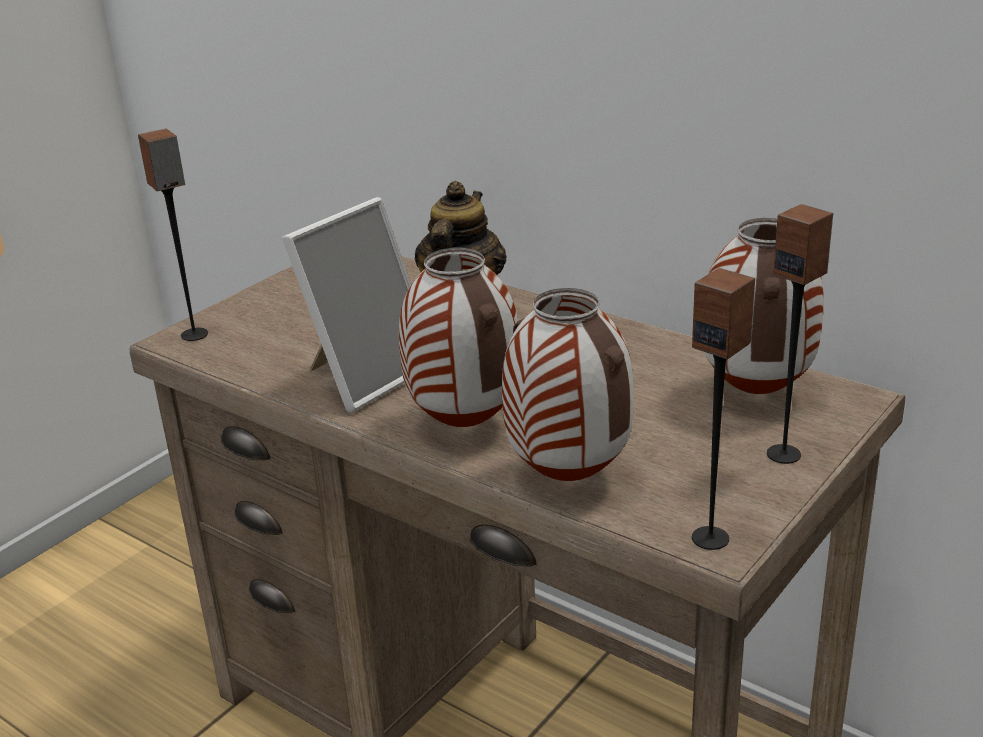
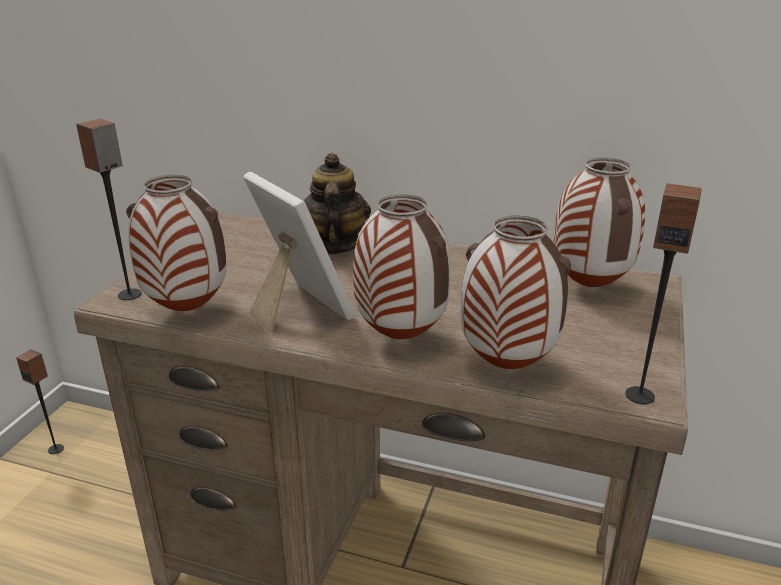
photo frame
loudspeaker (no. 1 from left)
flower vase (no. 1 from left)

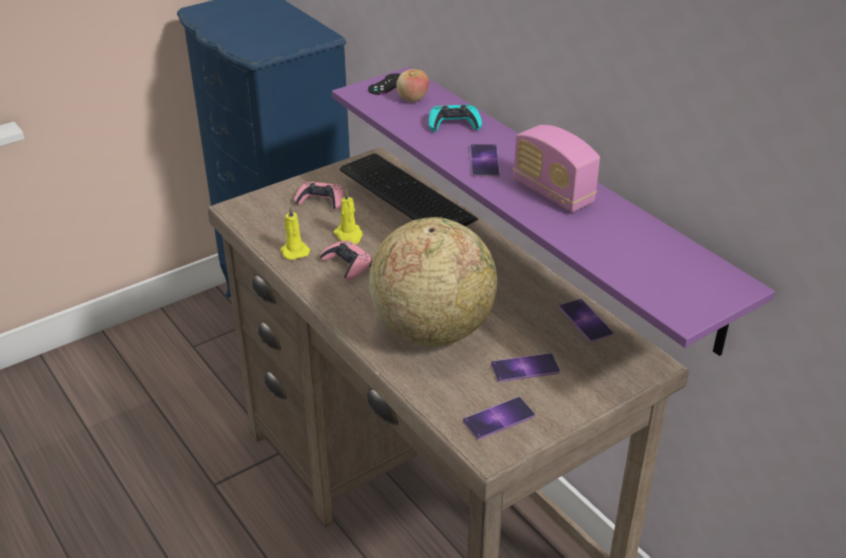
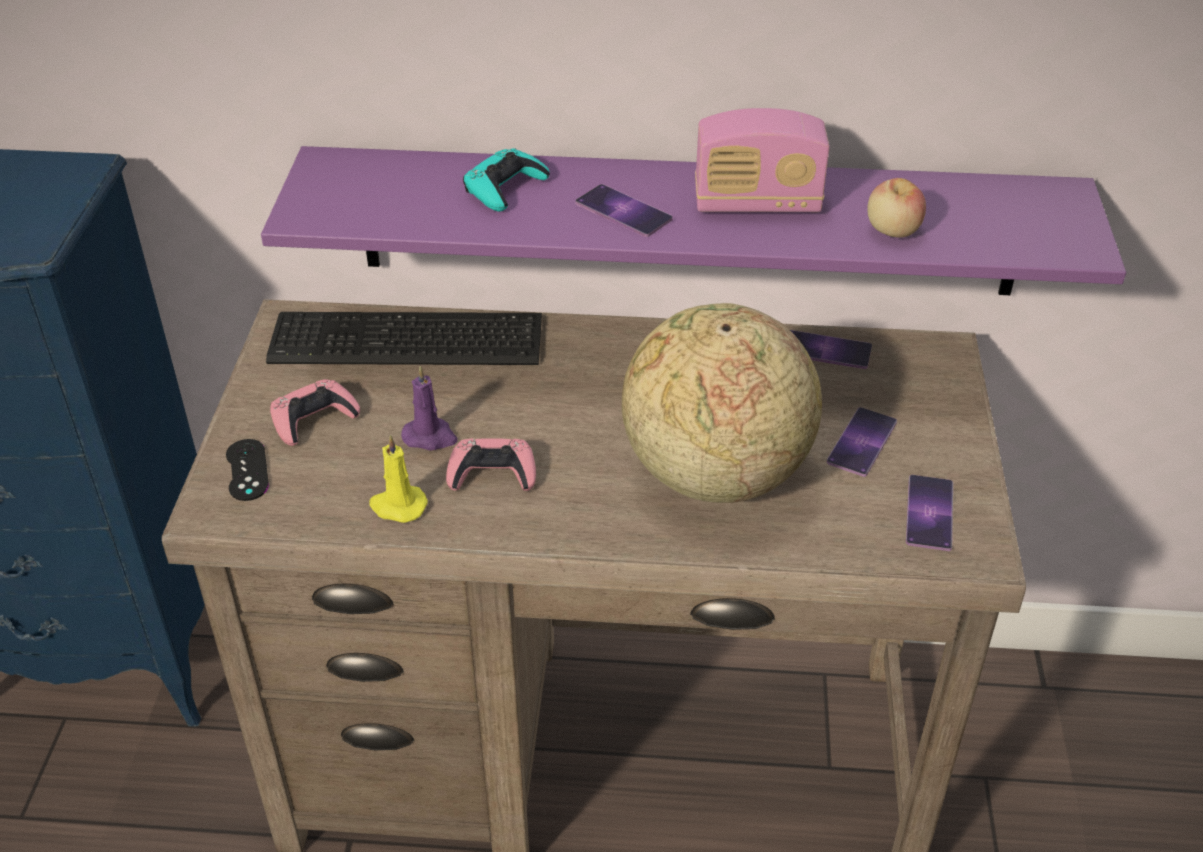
apple
game controller/blackish
candle/purplish

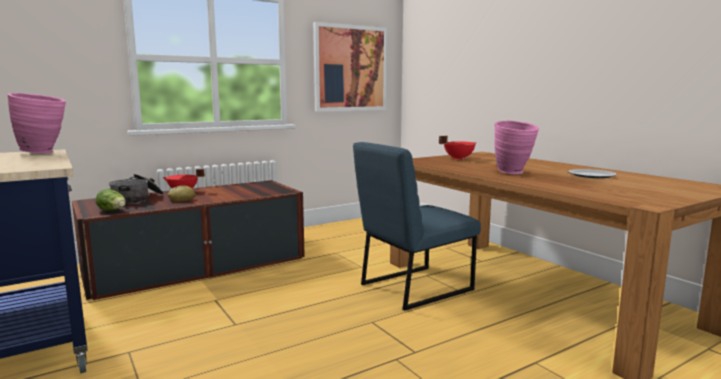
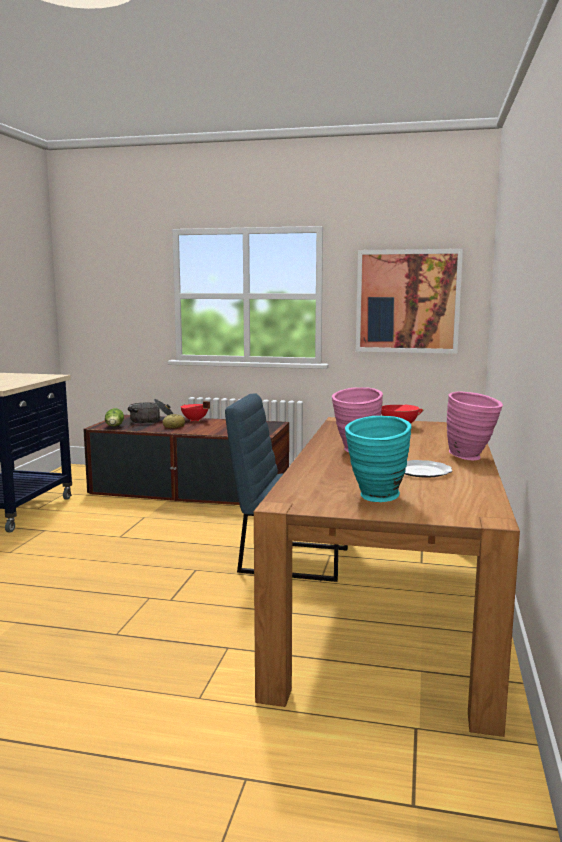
flower vase/pinkish (no. 2 from left)
flower vase/turquoise-coloured

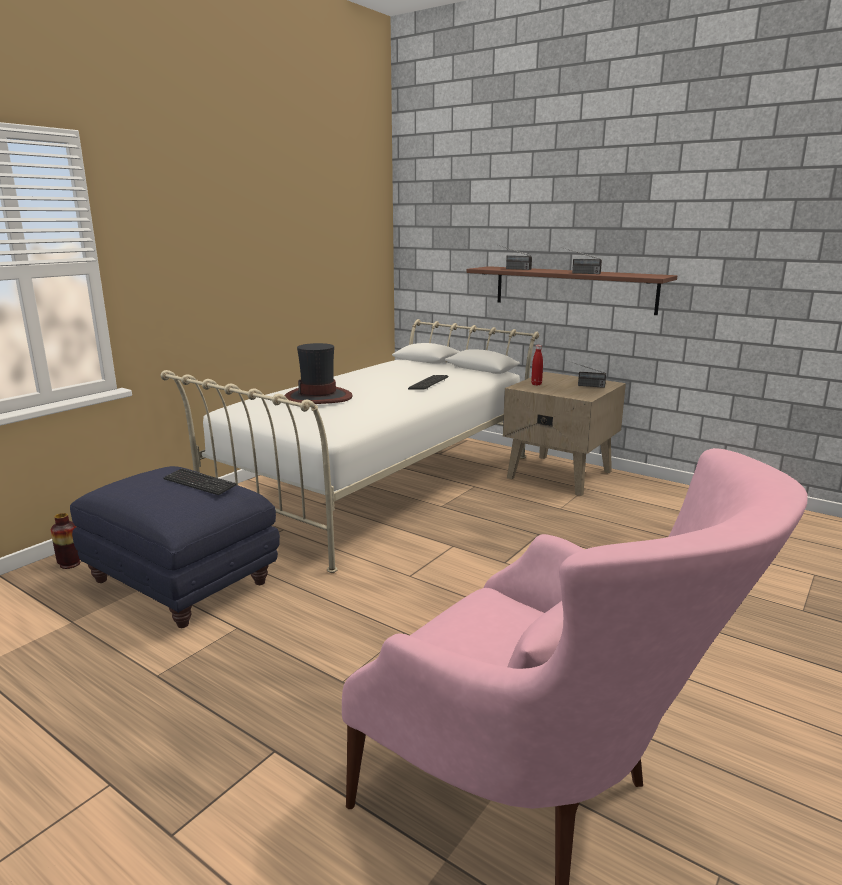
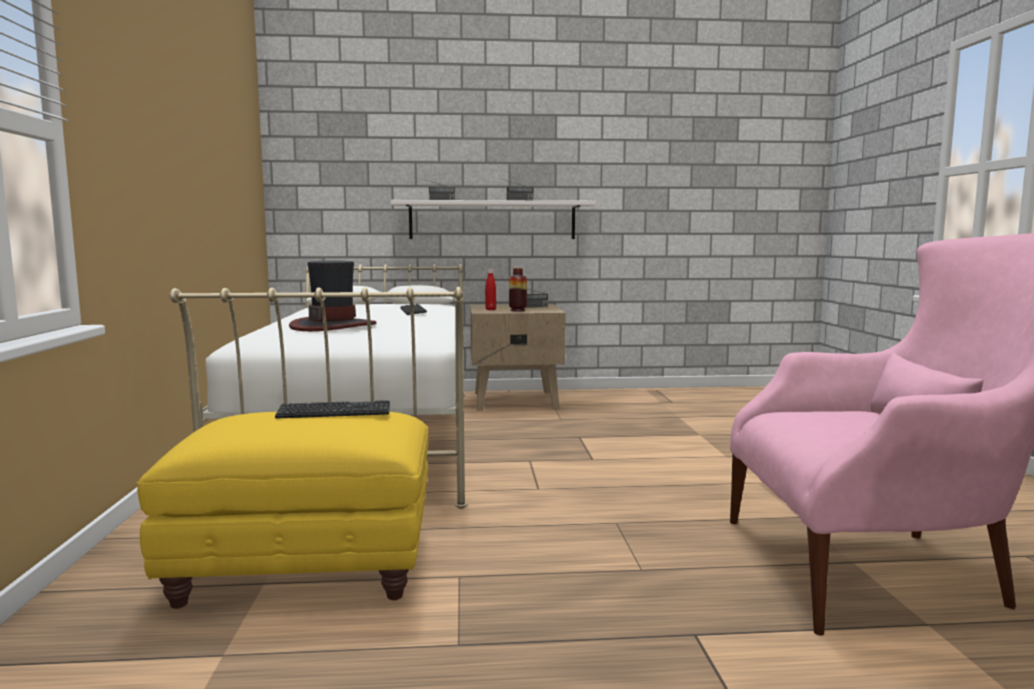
bracket shelf/white
footrest/yellow-coloured
flower vase

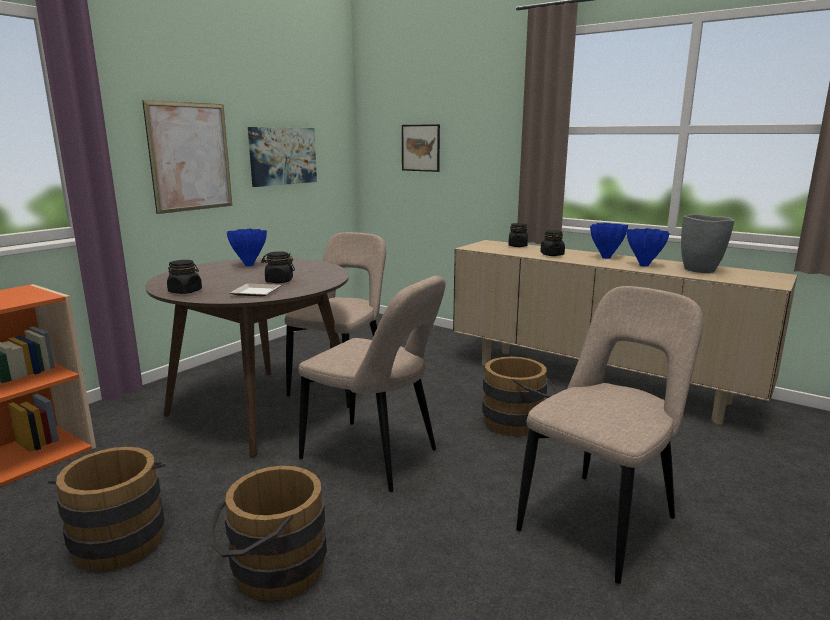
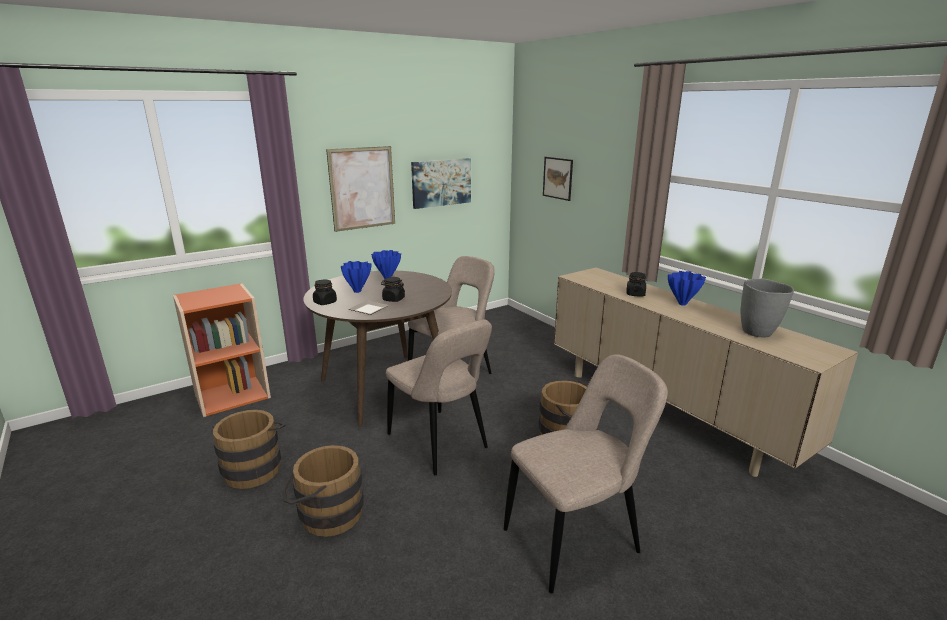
storage jar/blackish (no. 3 from left in the first image)
flower vase/blue (no. 1 from left)

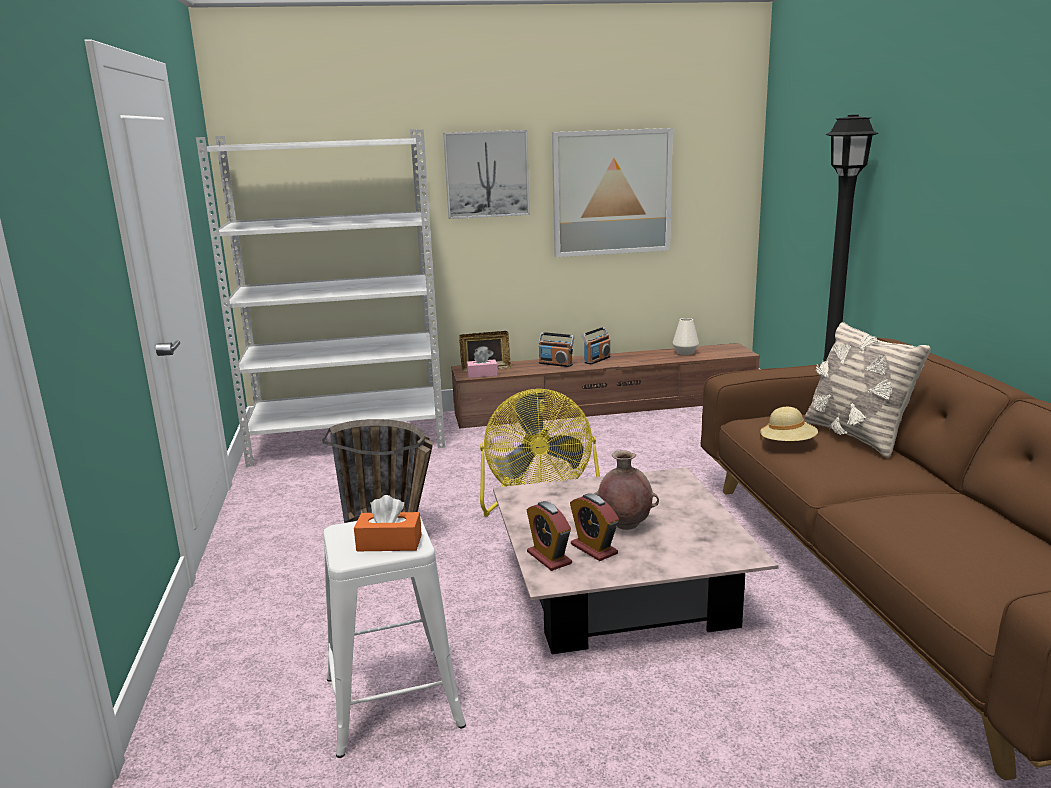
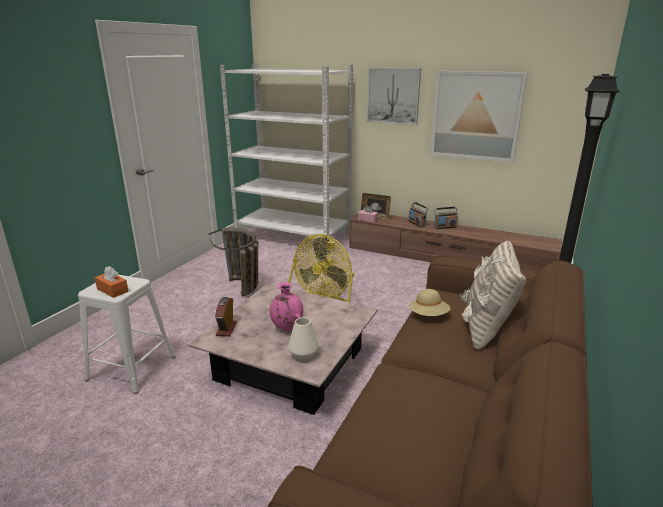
flower vase/white
flower vase/pinkish
alarm clock (no. 2 from left in the first image)

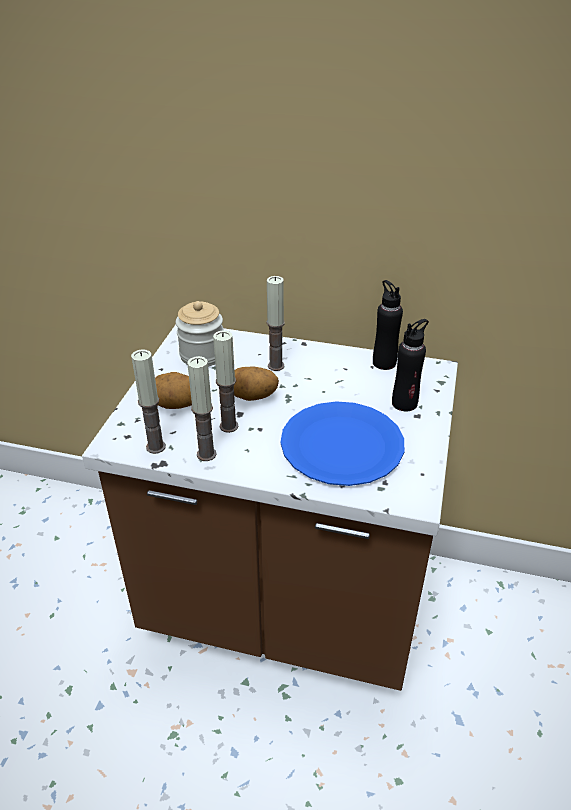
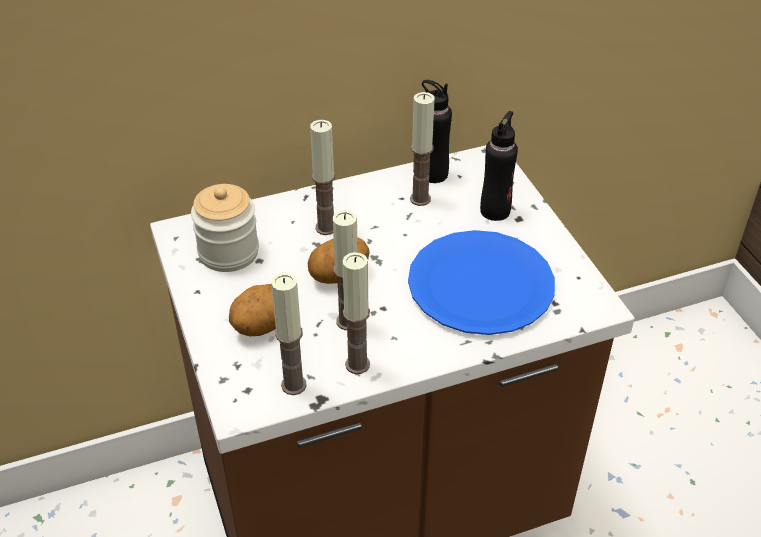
candle (no. 5 from left)

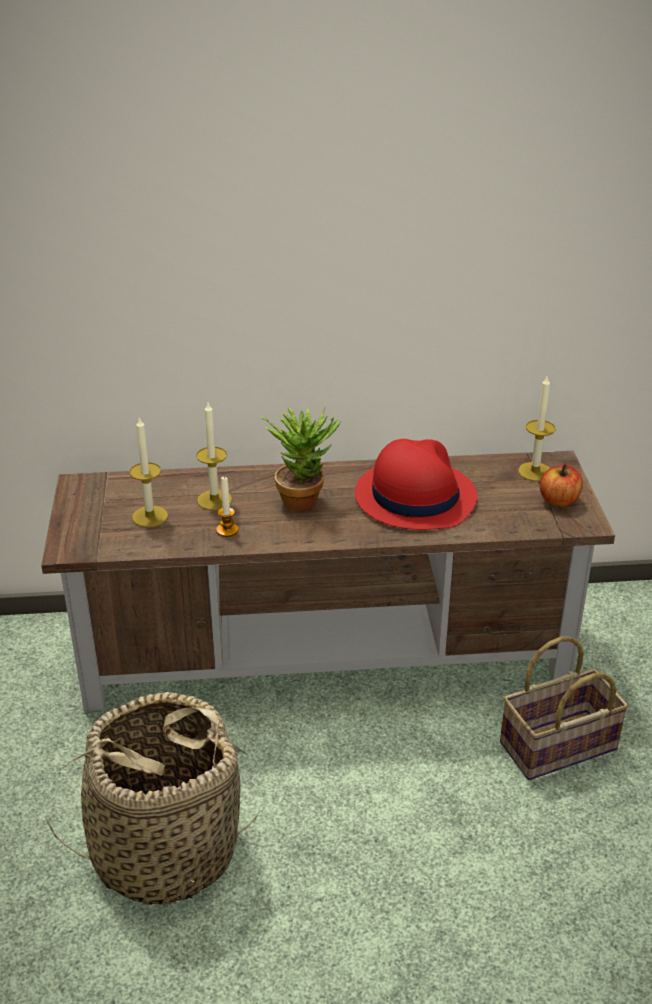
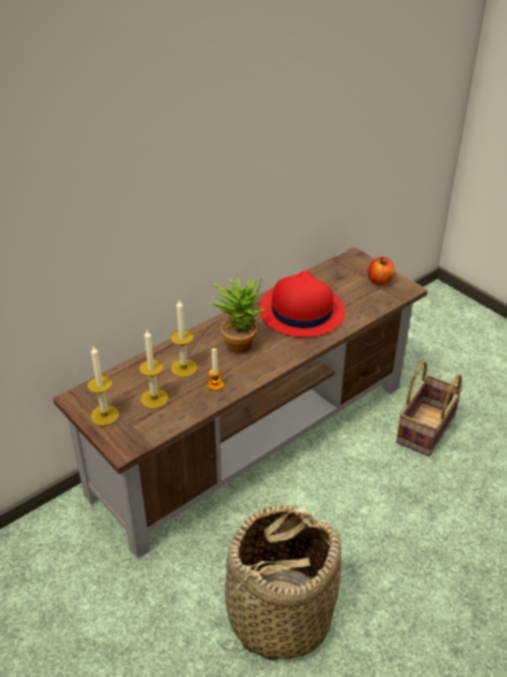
candle (no. 1 from left)

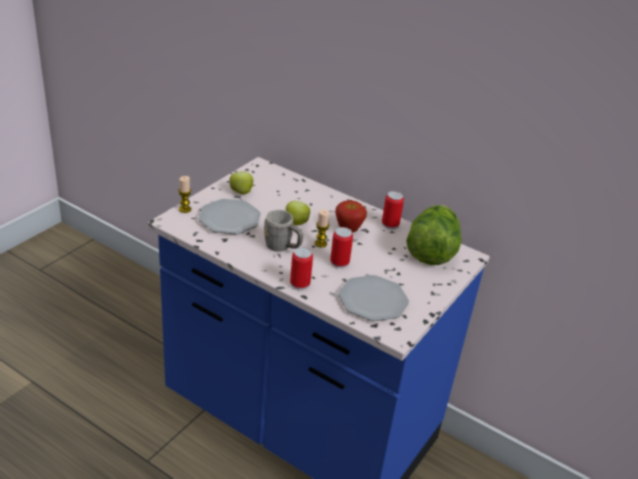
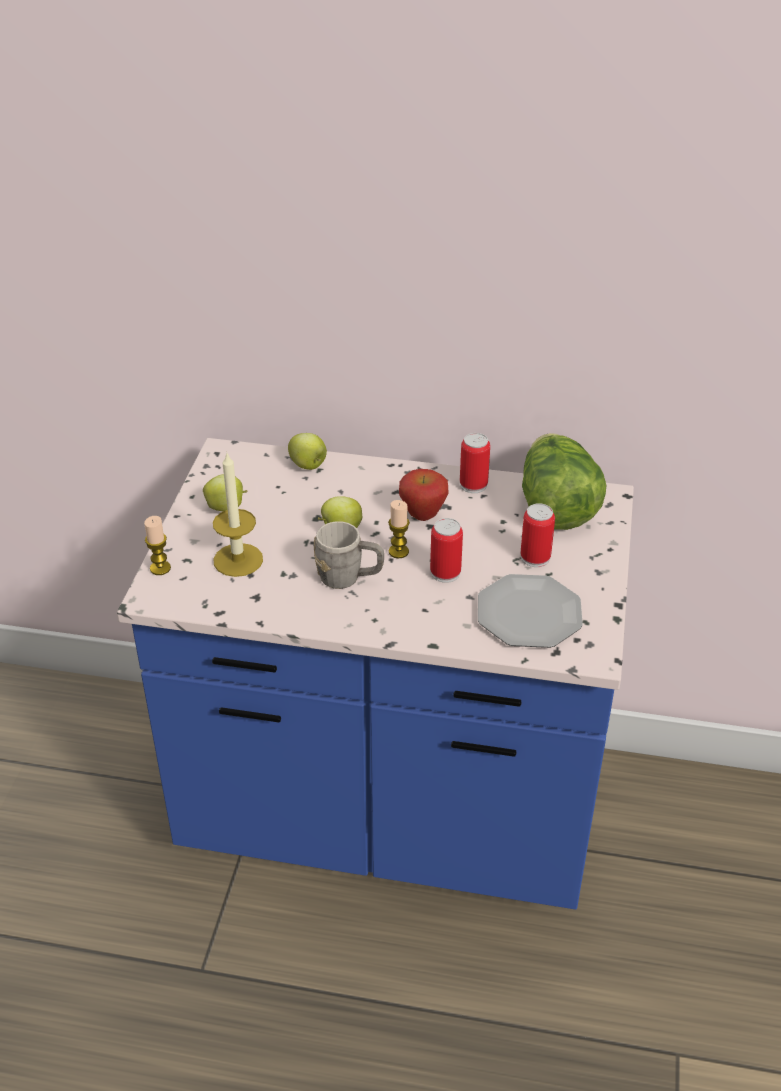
candle (no. 2 from left)
sealed can (no. 3 from left)
apple (no. 2 from left)

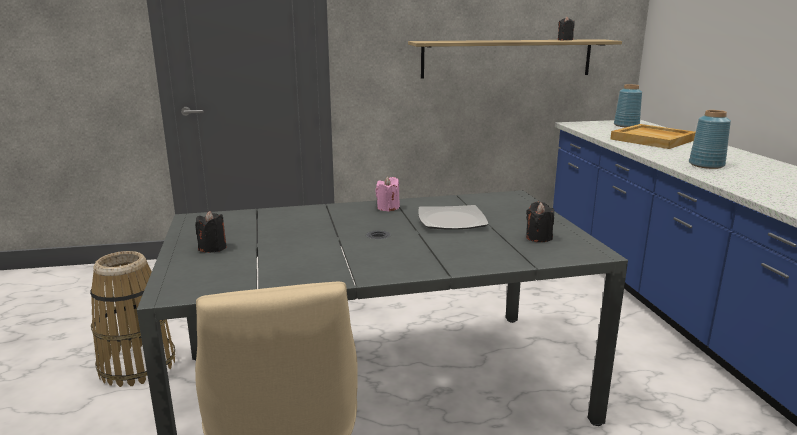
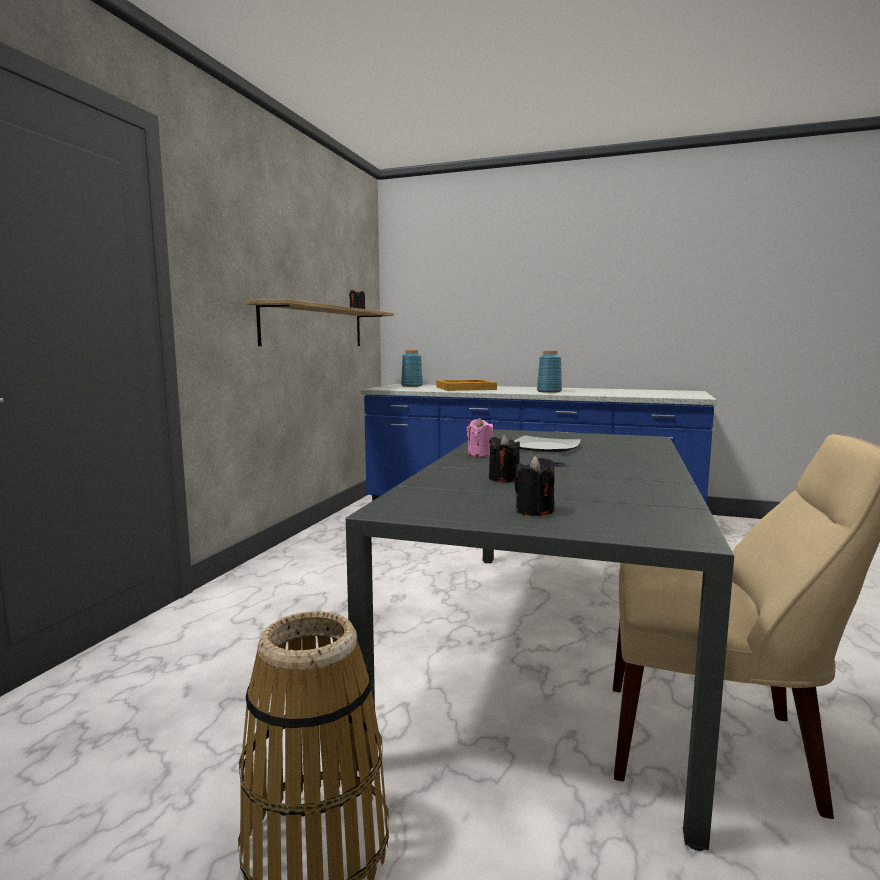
candle/blackish (no. 2 from left)

